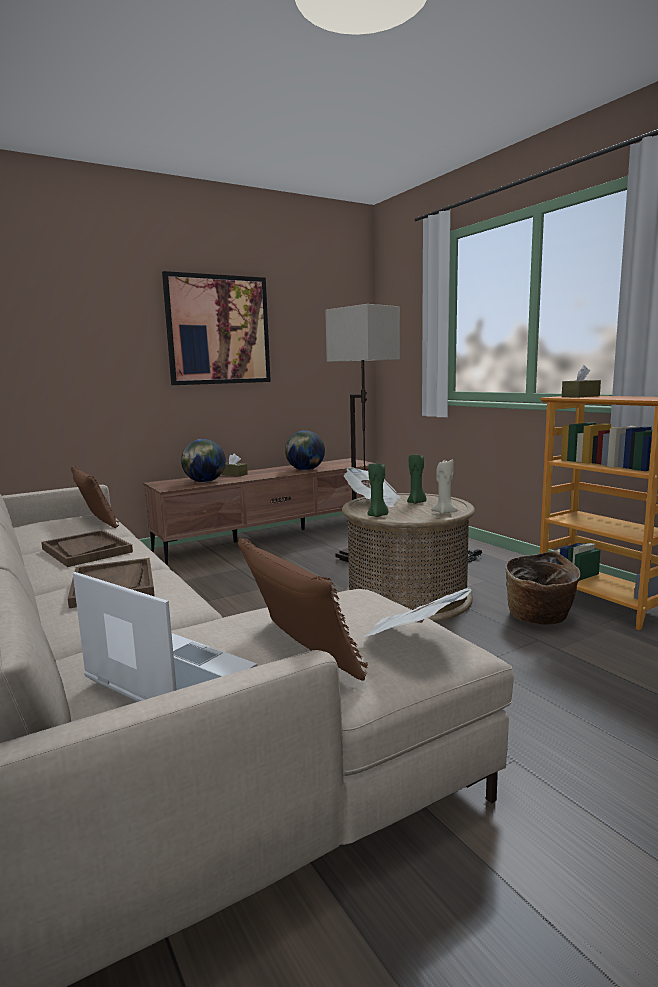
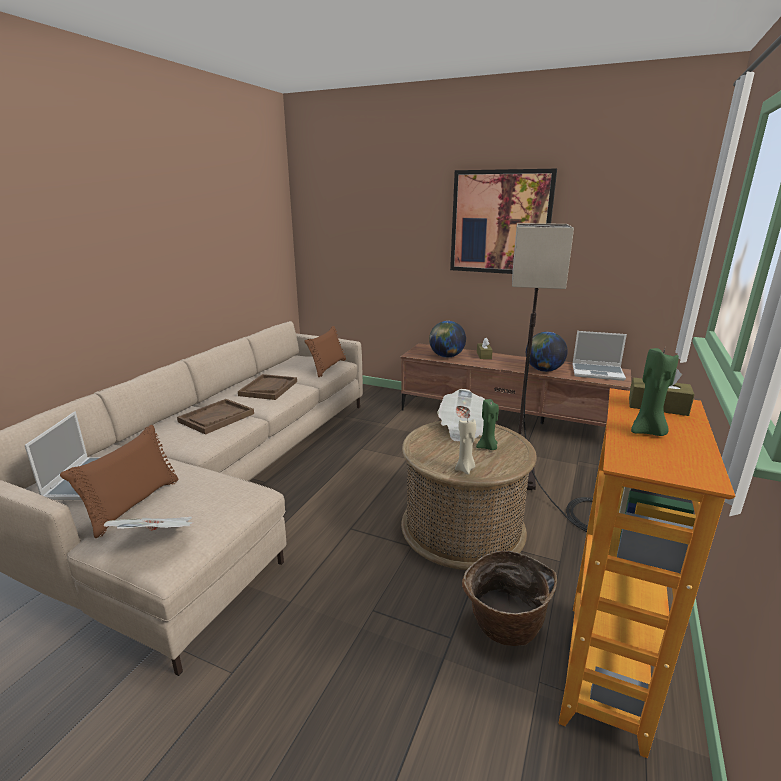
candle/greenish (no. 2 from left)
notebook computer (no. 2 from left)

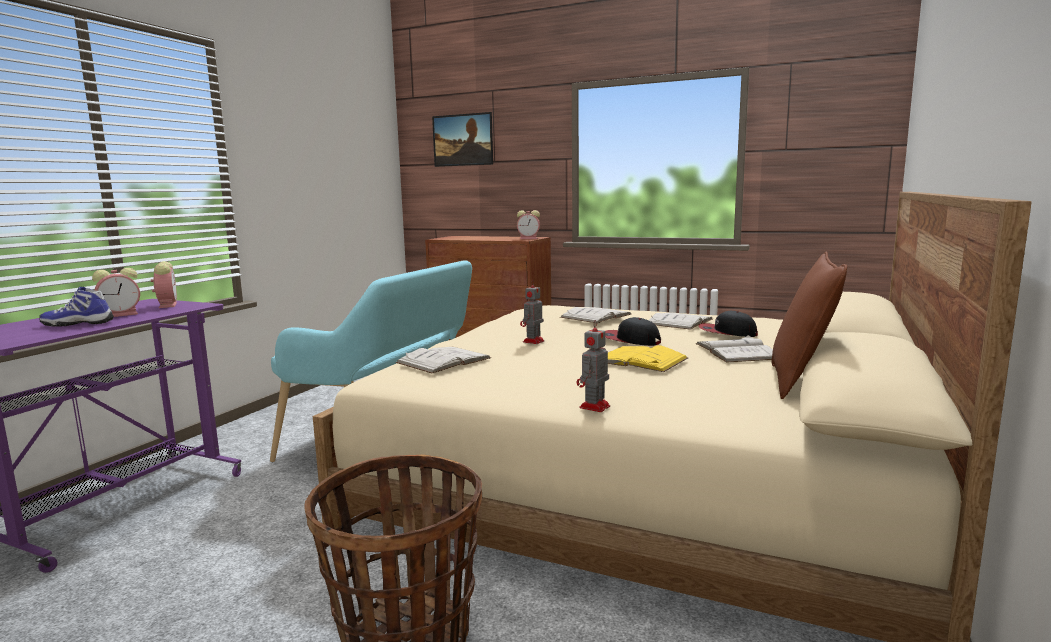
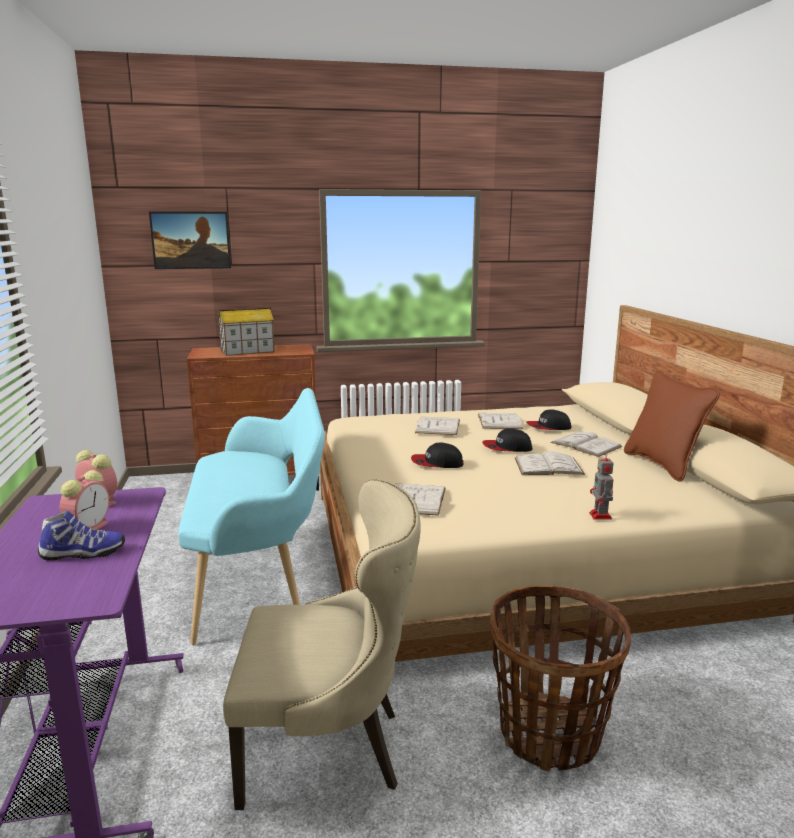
alarm clock (no. 3 from left in the first image)
peaked cap (no. 1 from left)
low shoe
volume/white (no. 4 from left)
model house
chair/beige

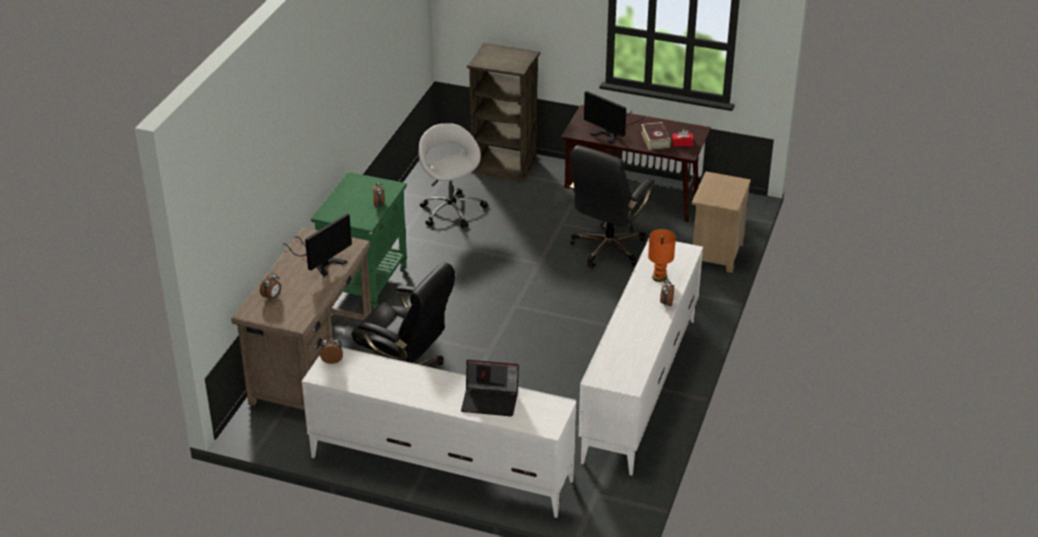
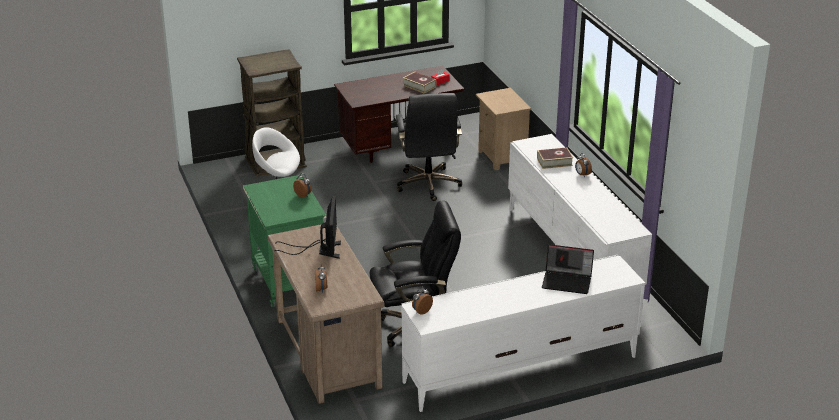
computer display (no. 2 from left in the first image)
volume (no. 2 from left)
notebook computer

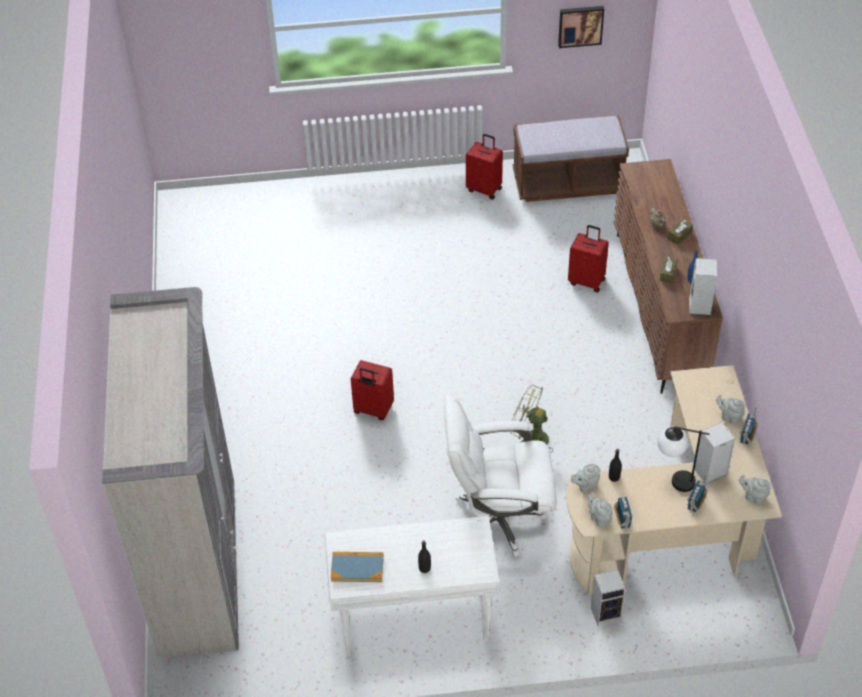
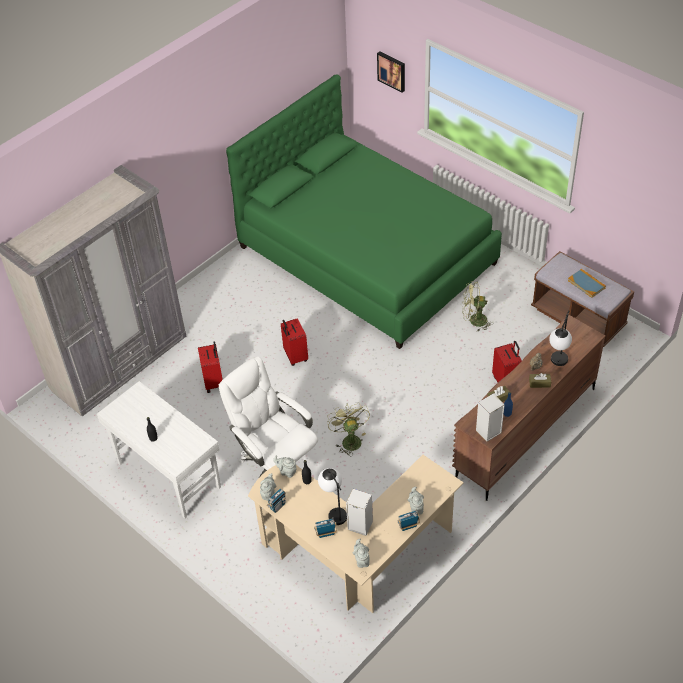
picture
suitcase/red (no. 1 from left)
volume
loudspeaker (no. 1 from left in the first image)
bed/greenish
fan/greenish (no. 2 from left)
table lamp (no. 2 from left)

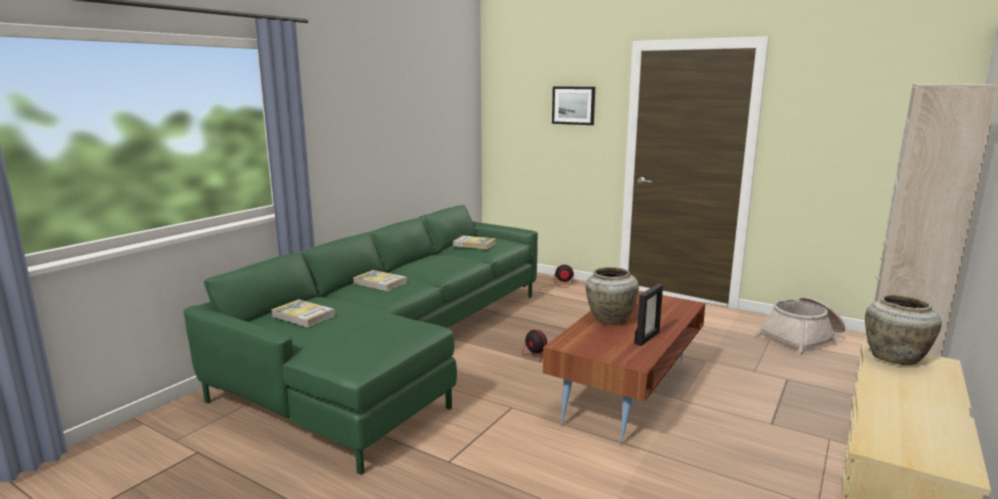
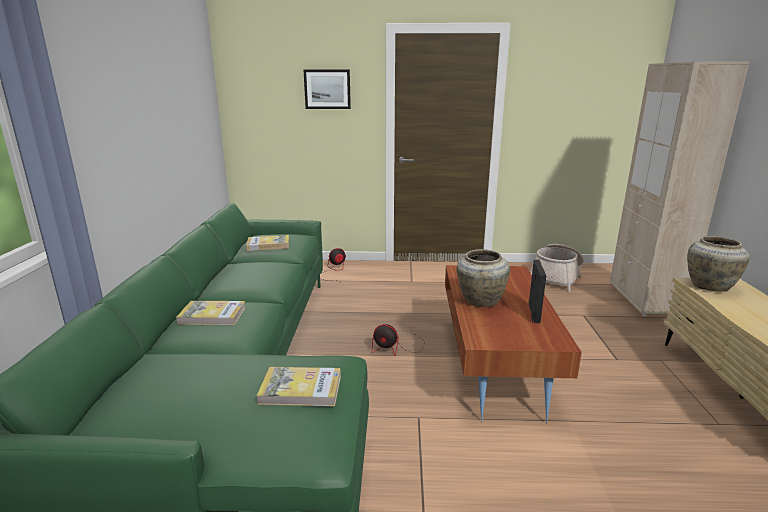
volume (no. 3 from left)

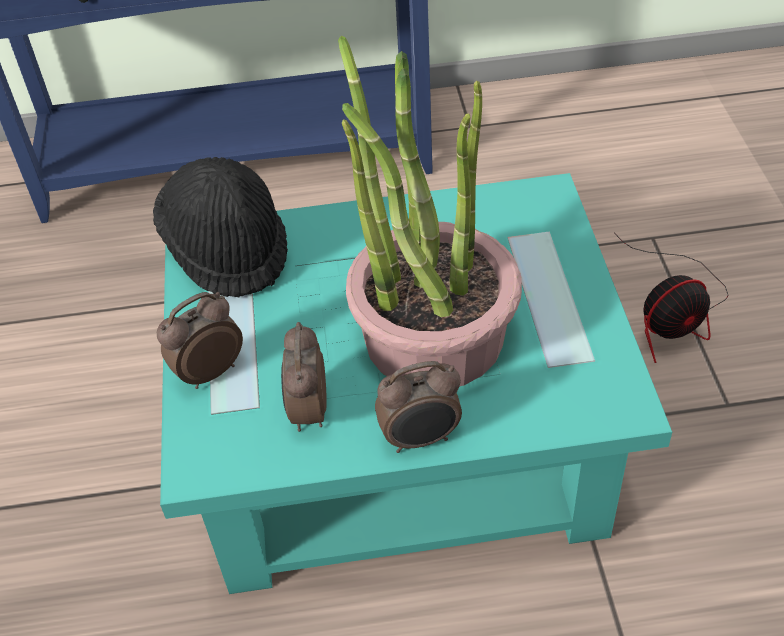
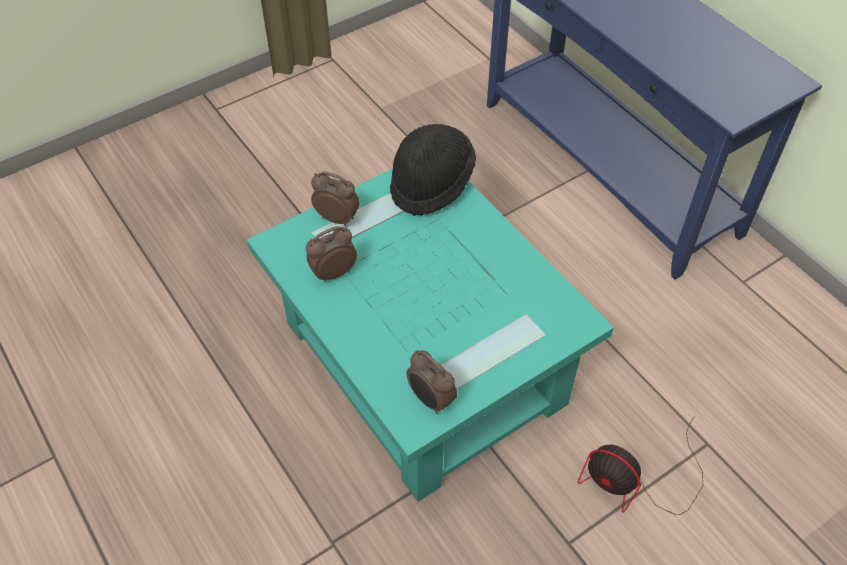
potted plant
alarm clock (no. 3 from left)

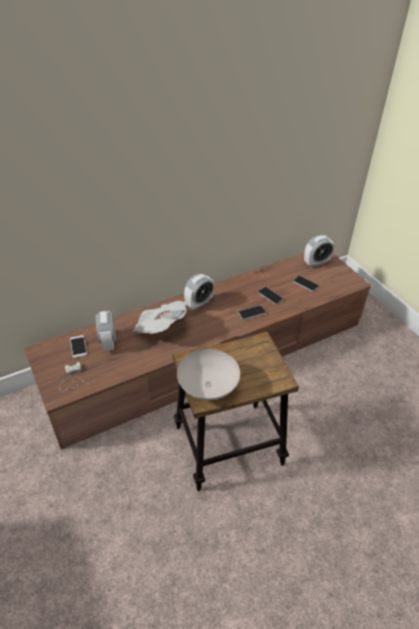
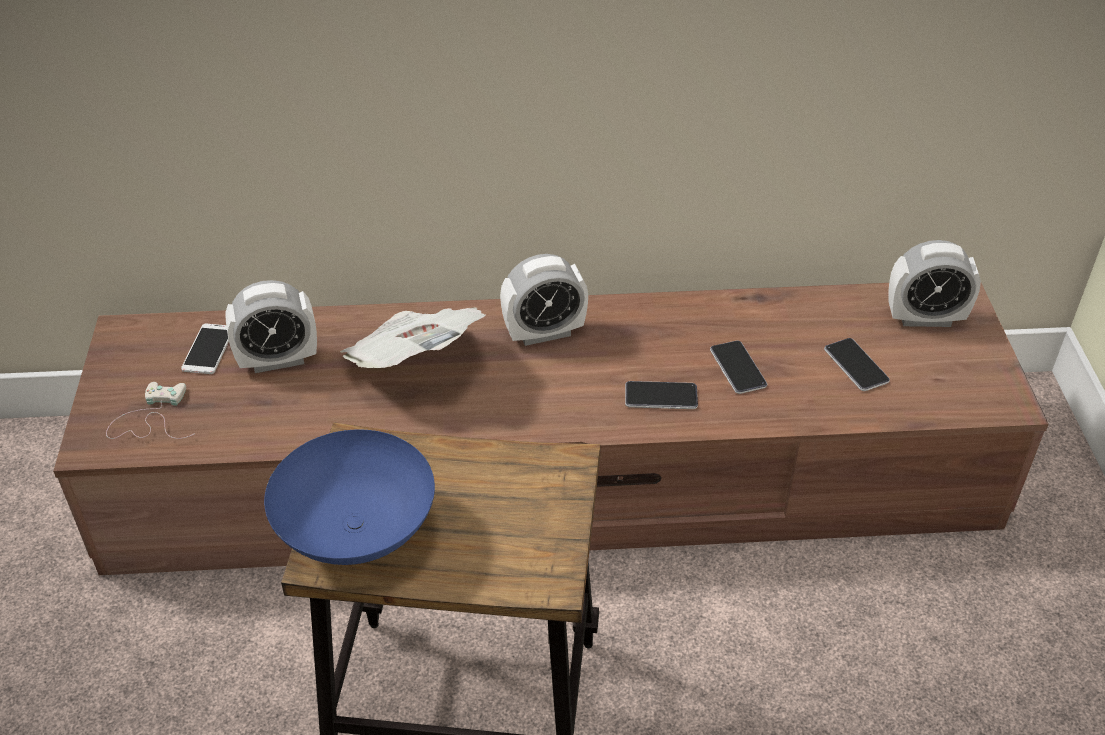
alarm clock (no. 1 from left)
serving bowl/blue

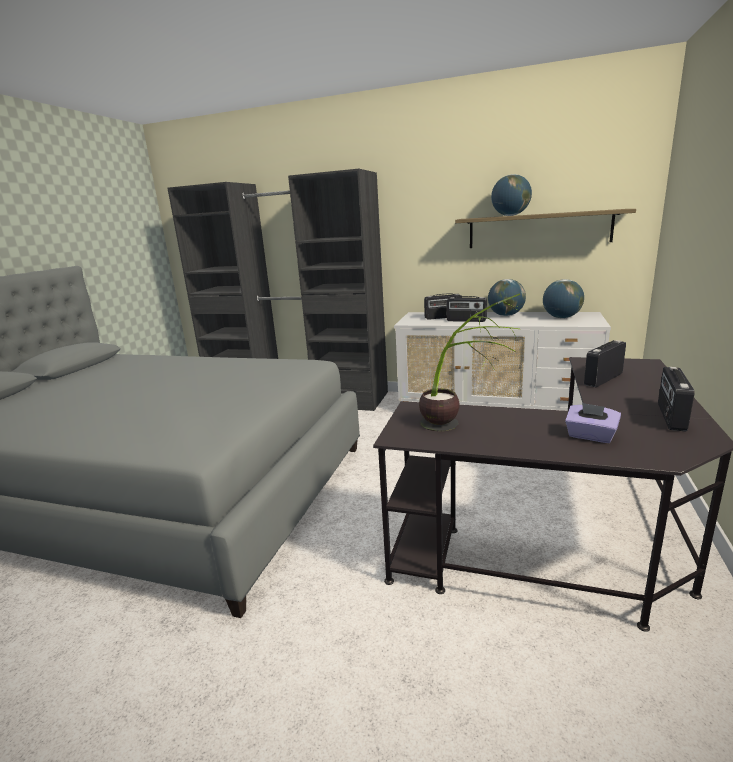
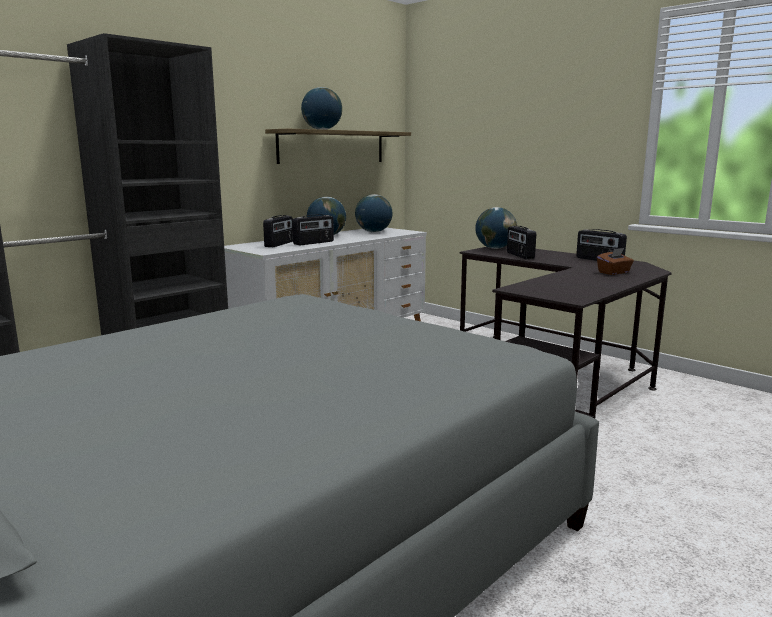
potted plant
tissue box/brown
globe (no. 4 from left)

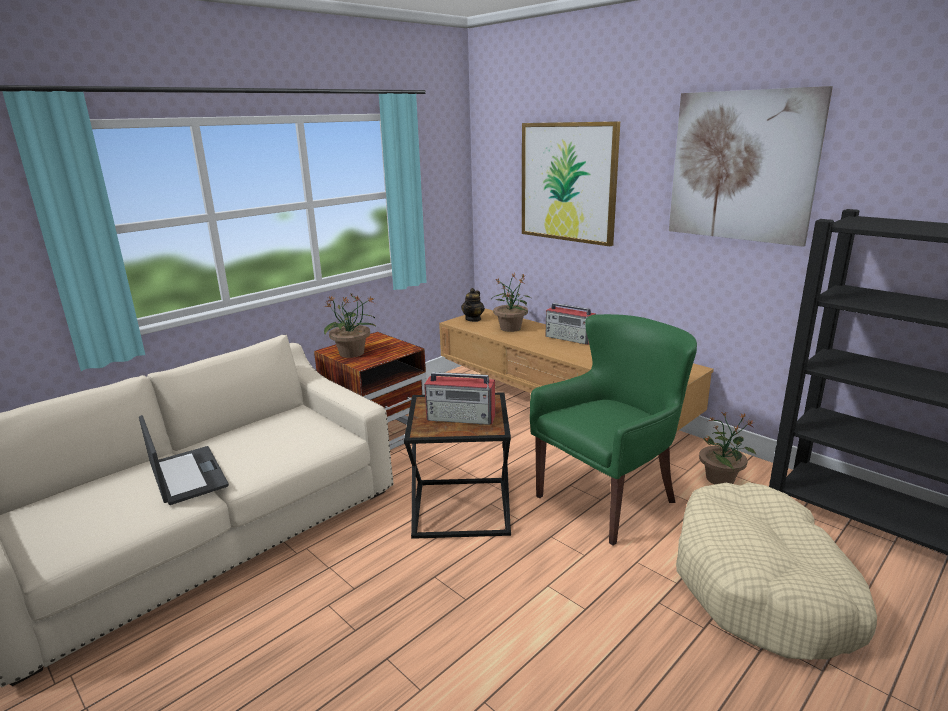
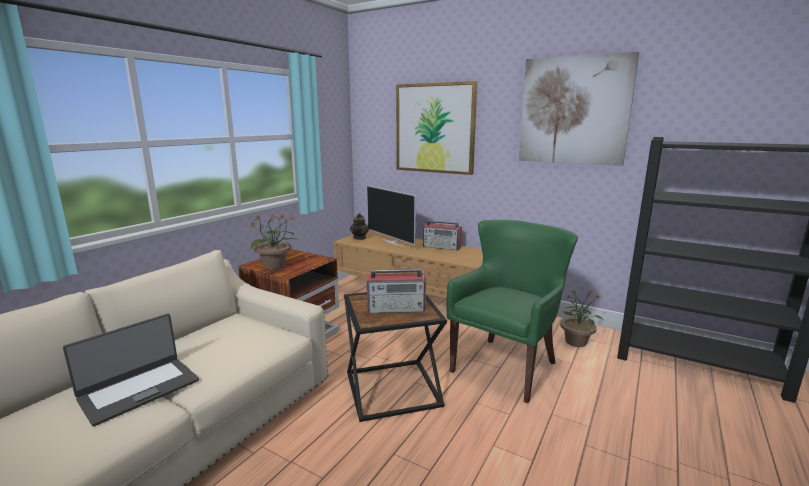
TV
notebook computer
pet bed/beige

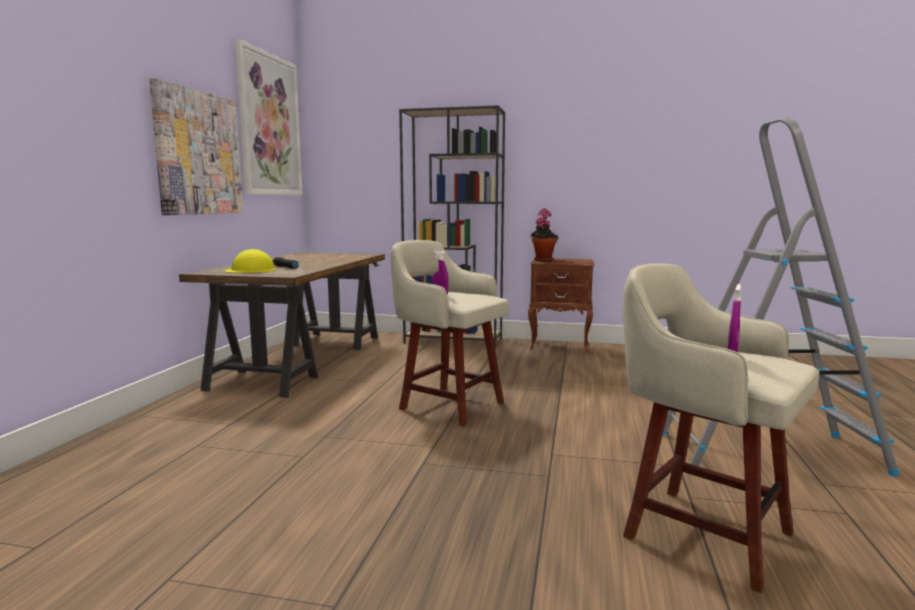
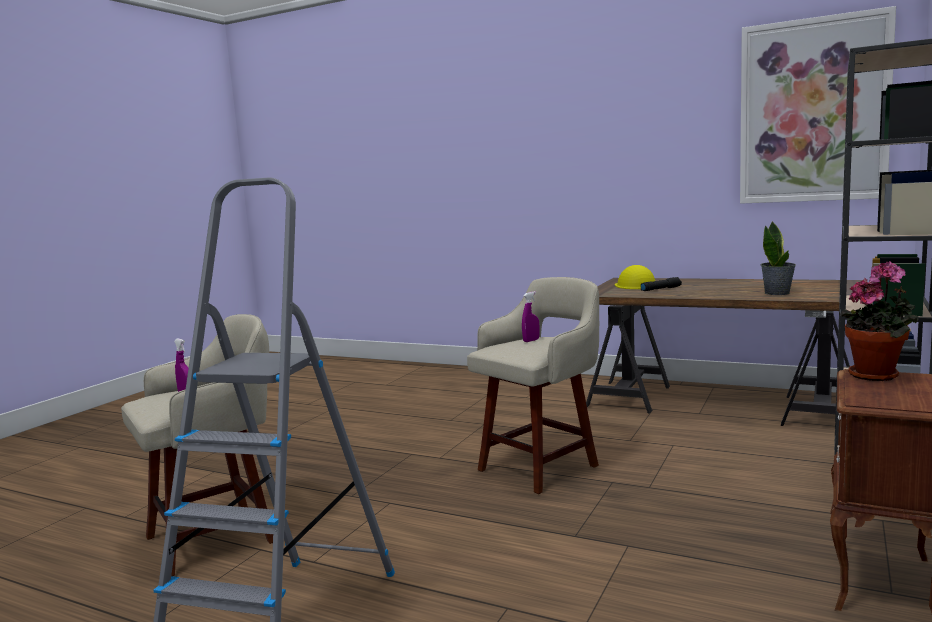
picture (no. 1 from left in the first image)
potted plant (no. 1 from left)

